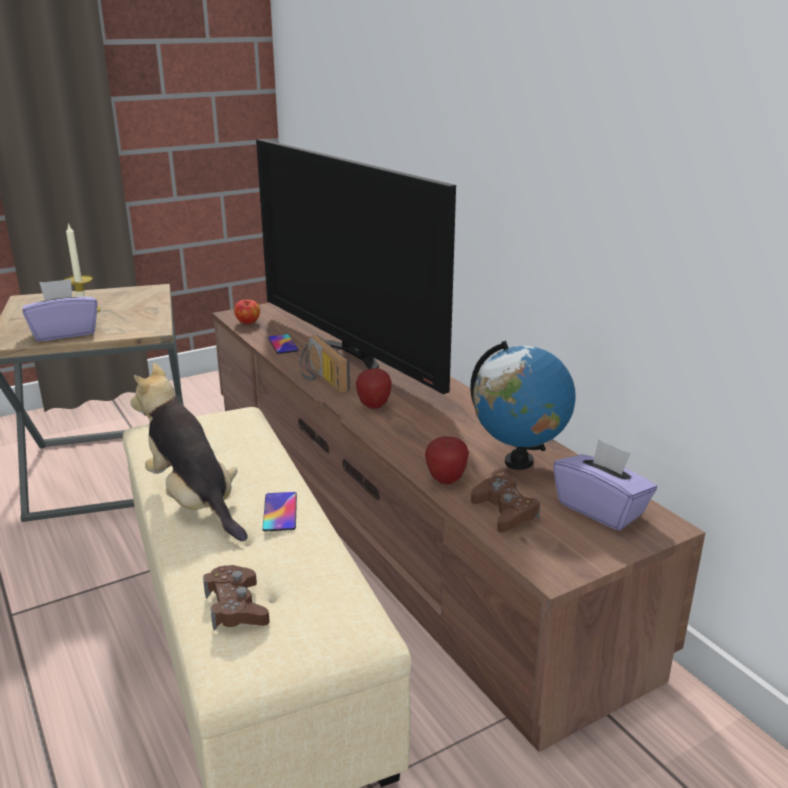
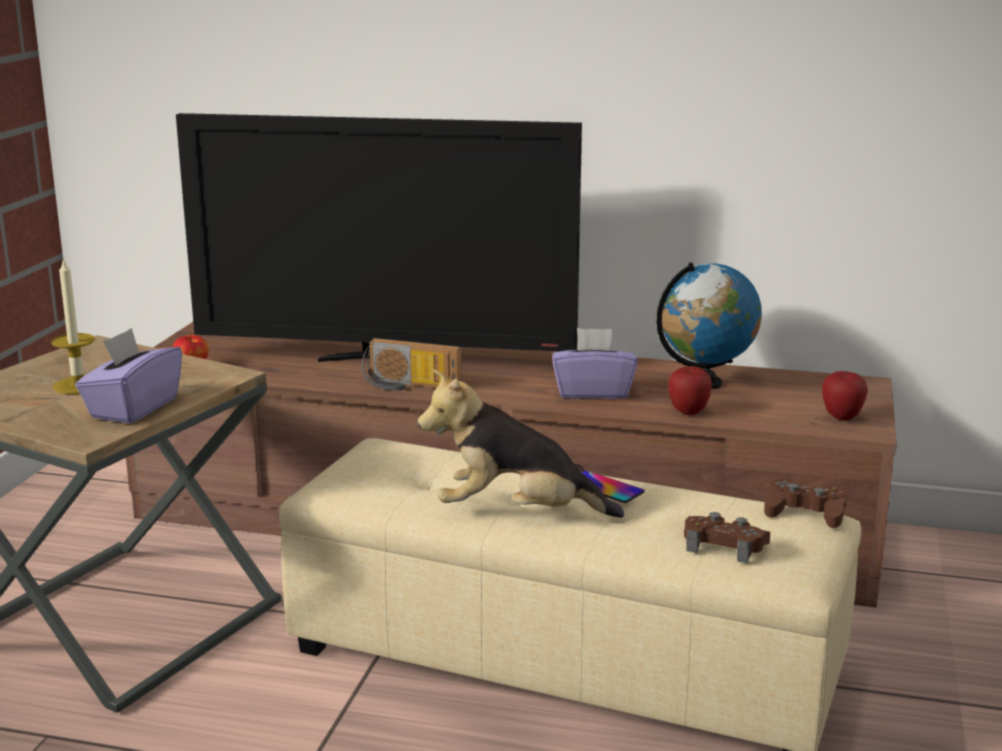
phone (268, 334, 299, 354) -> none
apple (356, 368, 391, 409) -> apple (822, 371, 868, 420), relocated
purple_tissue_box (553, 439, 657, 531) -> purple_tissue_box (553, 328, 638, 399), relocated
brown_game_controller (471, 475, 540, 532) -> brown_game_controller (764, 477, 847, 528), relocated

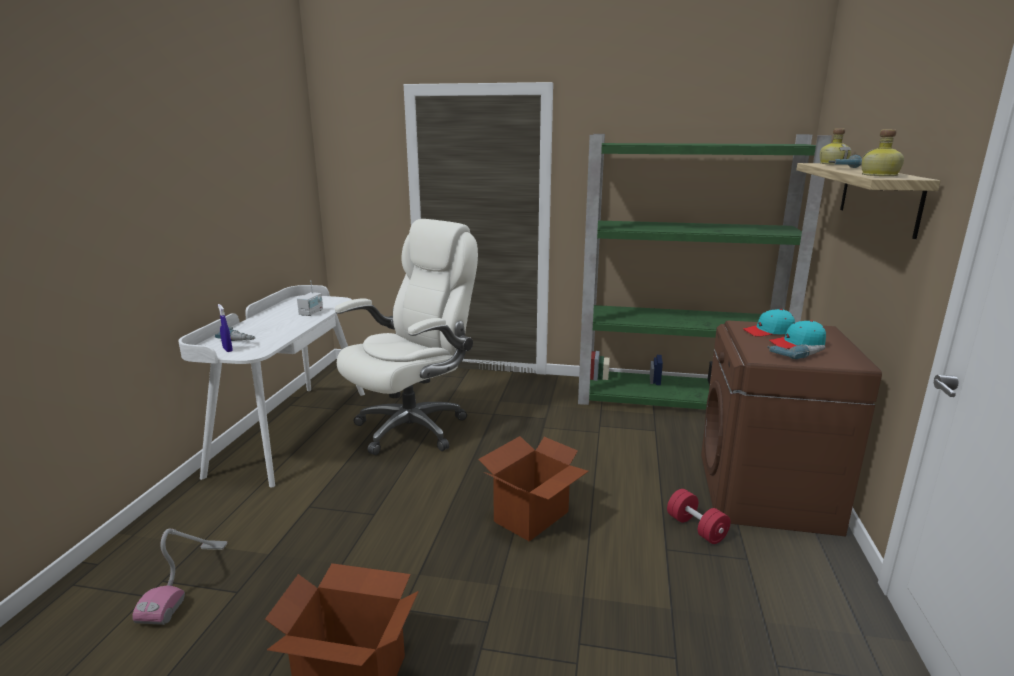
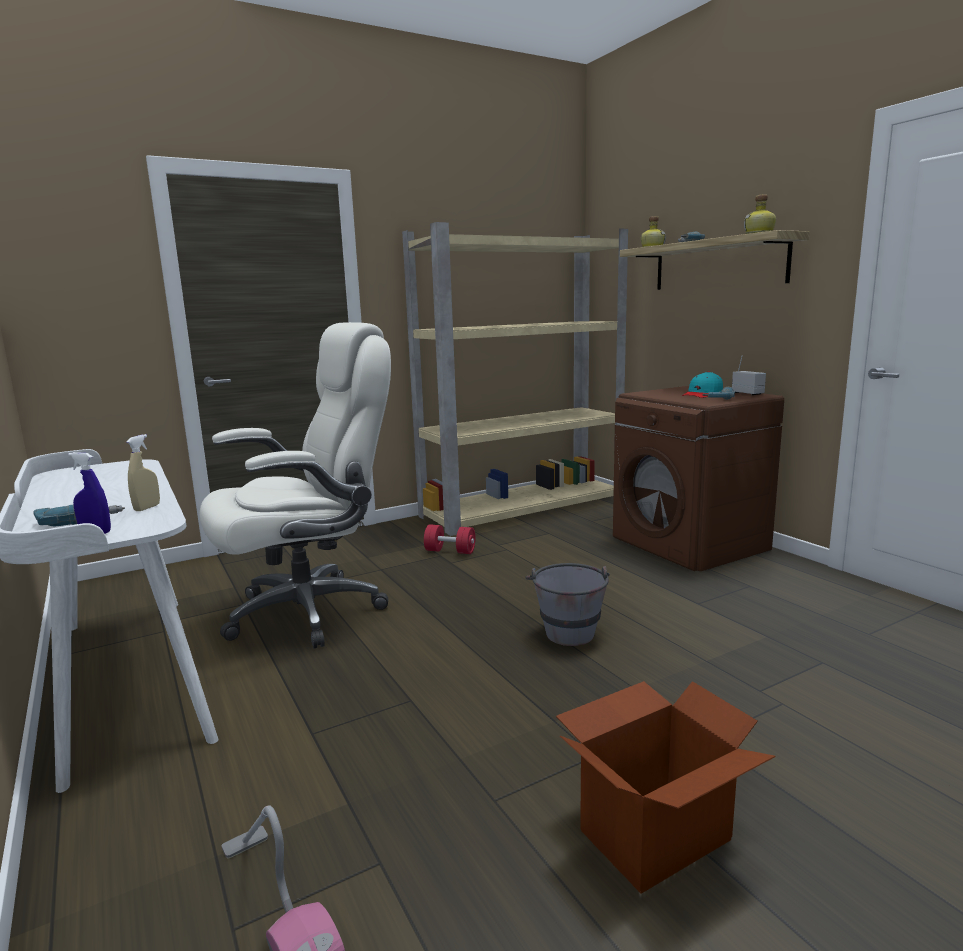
green_bookcase (578, 134, 832, 410) -> beige_bookcase (402, 222, 628, 536)
white_office_chair (335, 219, 478, 455) -> white_office_chair (200, 322, 391, 648), 60 degrees clockwise
radio (297, 280, 323, 316) -> radio (732, 355, 766, 395), relocated
turquoise_cap (743, 309, 795, 337) -> none
cardboard_box (478, 436, 589, 542) -> grey_bucket (525, 563, 610, 646)
red_dumbbell (667, 489, 731, 544) -> red_dumbbell (424, 524, 475, 554), relocated
none -> beige_spray_bottle (127, 434, 160, 511)

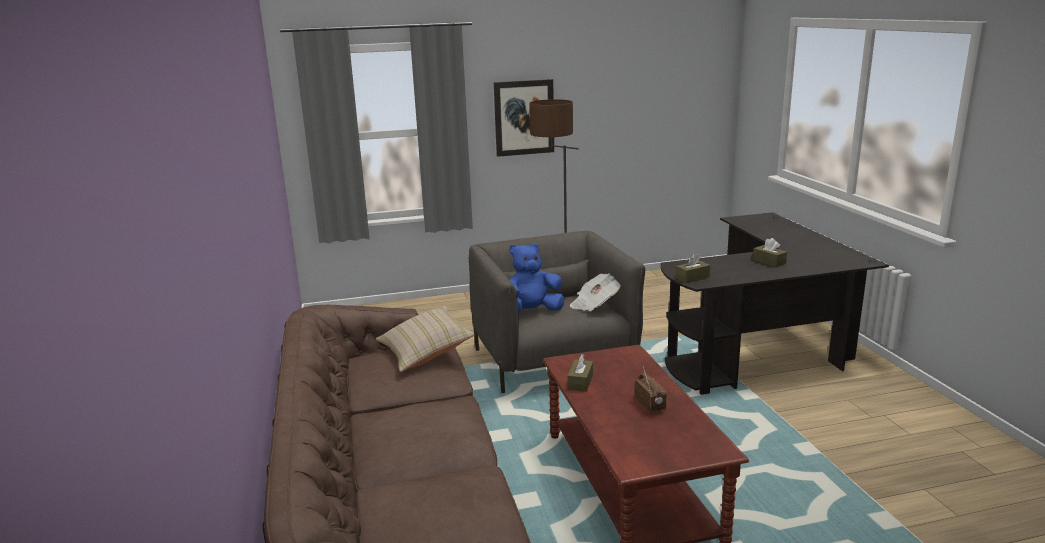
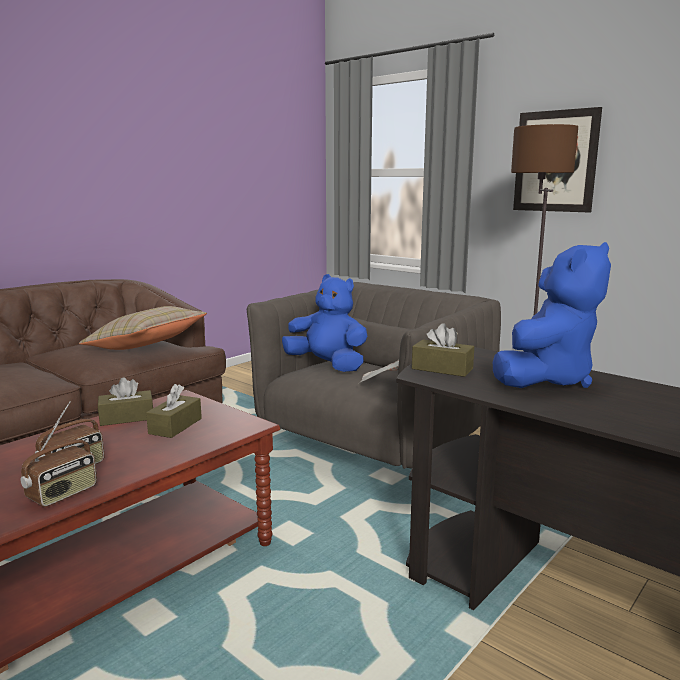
brown_tissue_box (753, 238, 787, 267) -> brown_tissue_box (146, 384, 202, 438), relocated
none -> blue_plush_toy (493, 242, 611, 388)
none -> radio (20, 421, 97, 507)

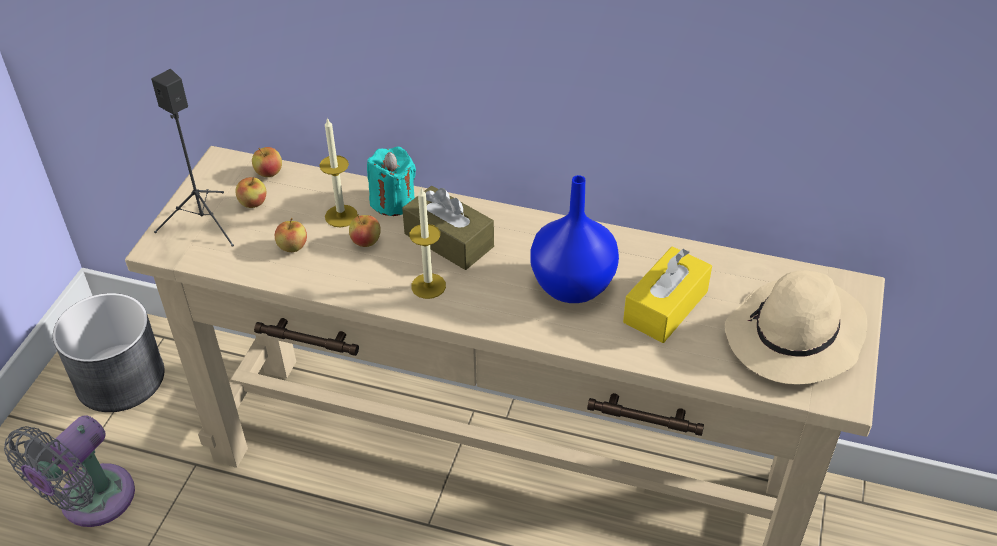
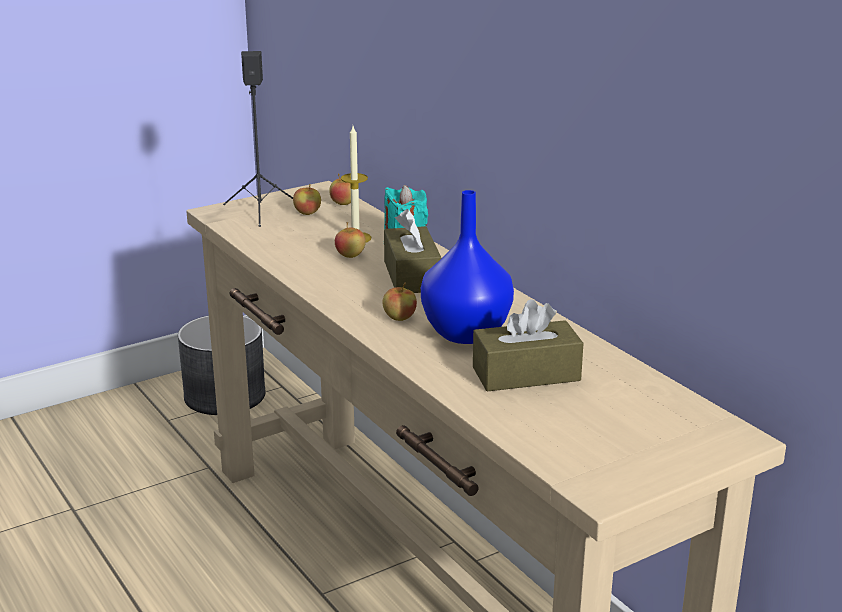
candle (410, 187, 446, 299) -> none
apple (275, 218, 307, 252) -> apple (382, 282, 417, 321), relocated
yellow_tissue_box (623, 246, 712, 343) -> brown_tissue_box (473, 299, 584, 391)
beige_hat (725, 270, 867, 384) -> none
grey_fan (4, 415, 135, 527) -> none

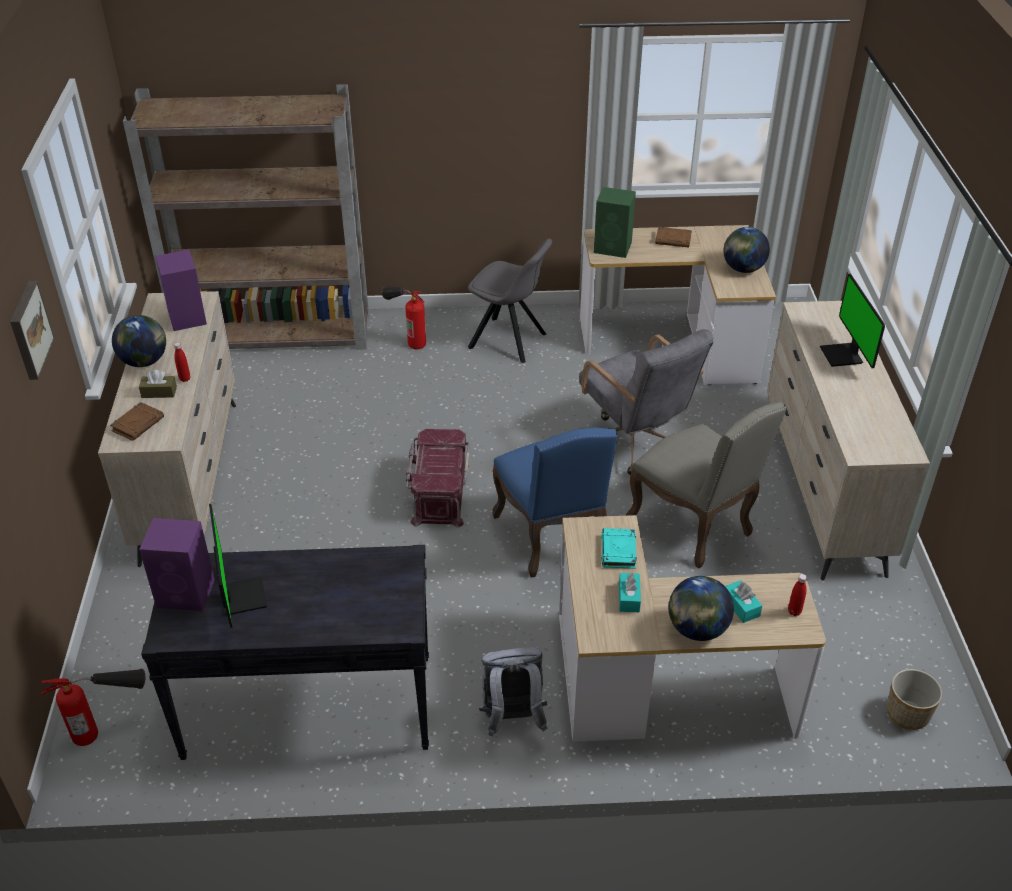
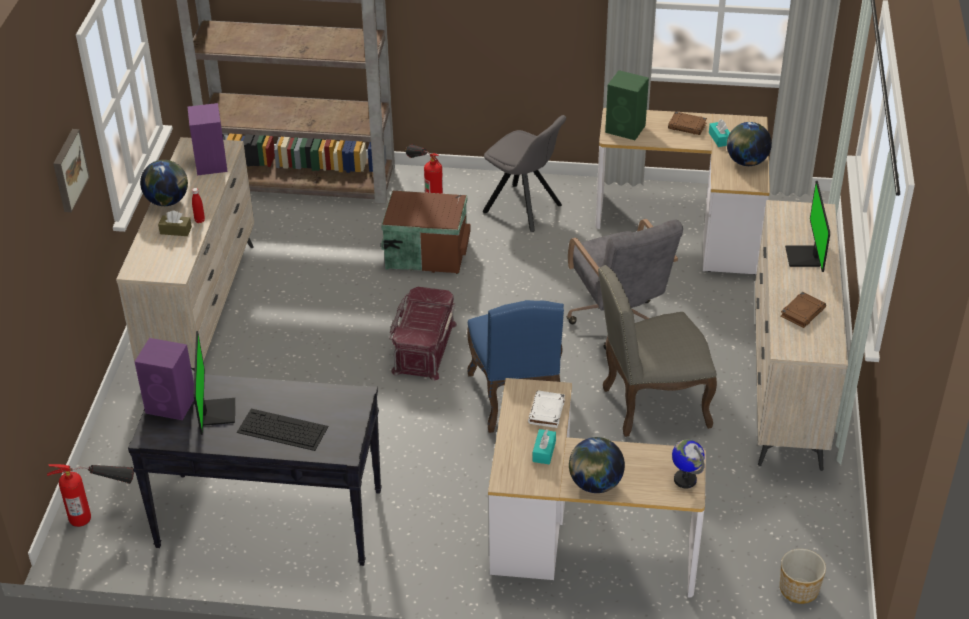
brown_book (110, 402, 164, 441) -> brown_book (780, 292, 826, 328), relocated
grey_chair (626, 402, 787, 569) -> grey_chair (598, 265, 717, 437), 105 degrees clockwise
turquoise_book (601, 528, 637, 569) -> white_book (528, 391, 565, 428)
red_bottle (788, 574, 807, 616) -> globe (672, 439, 705, 488)
turquoise_tissue_box (725, 580, 762, 623) -> turquoise_tissue_box (709, 119, 730, 147), relocated
grey_backpack (479, 647, 547, 737) -> none
none -> brown_storage_box (381, 190, 471, 274)
none -> keyboard (237, 409, 328, 451)

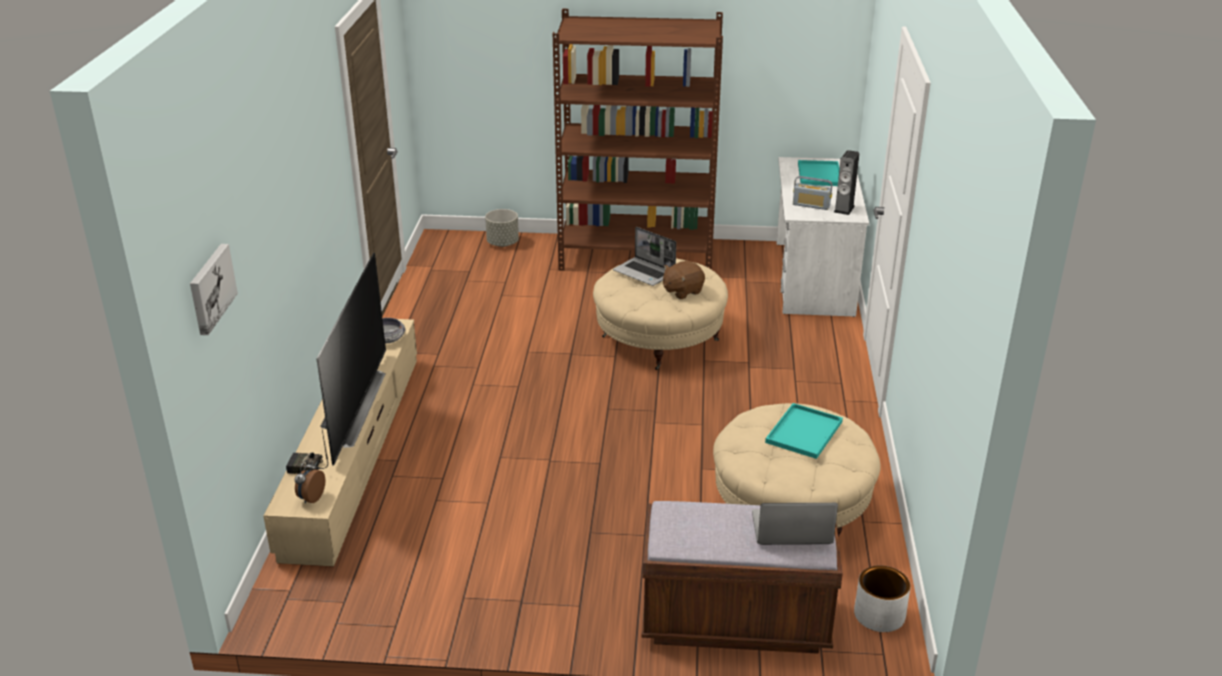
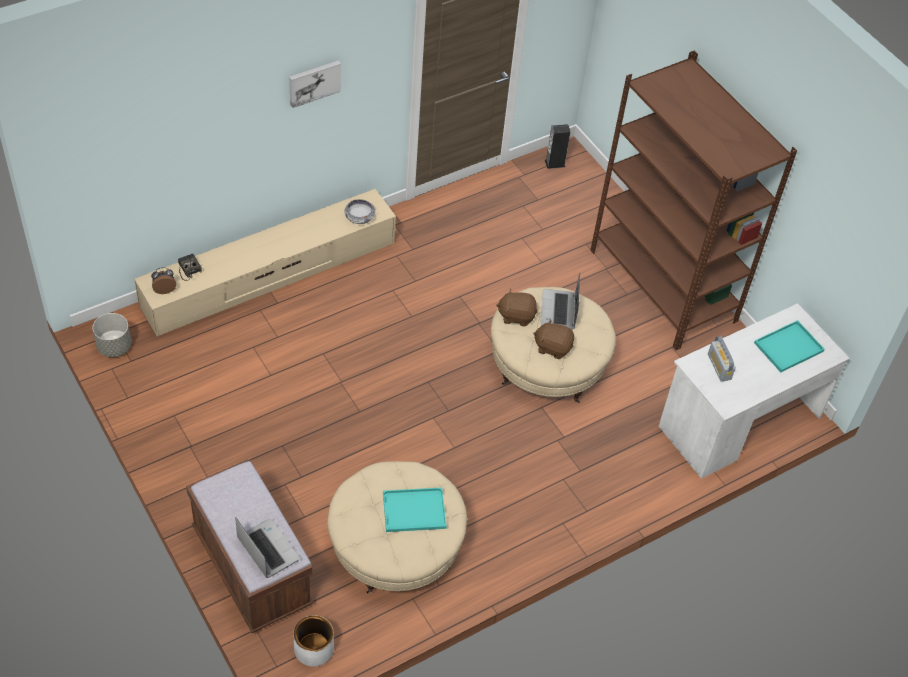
speaker (834, 150, 859, 215) -> speaker (545, 124, 570, 169), relocated
grey_planter (485, 209, 519, 247) -> grey_planter (92, 313, 131, 357), relocated
picture (190, 244, 238, 335) -> picture (289, 61, 341, 108), relocated
television (316, 253, 386, 466) -> none
none -> brown_plush_toy (496, 288, 537, 326)

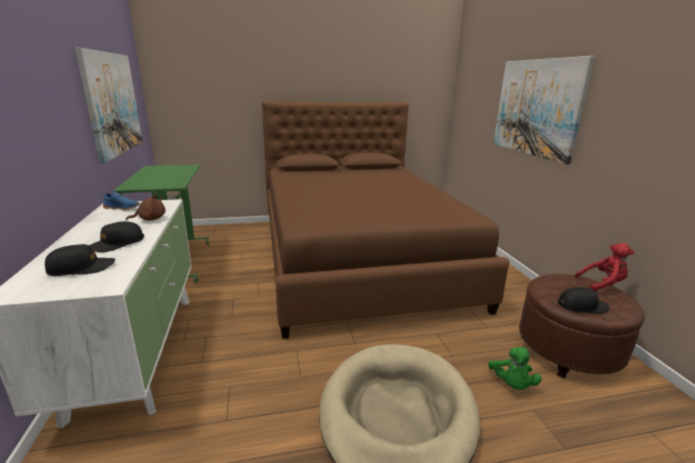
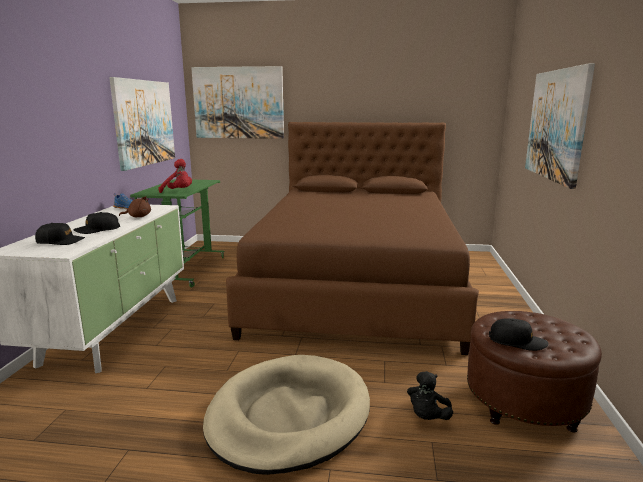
red_plush_toy (575, 243, 634, 291) -> red_plush_toy (158, 159, 192, 193), relocated
green_plush_toy (488, 347, 542, 390) -> black_plush_toy (407, 371, 453, 420)
none -> picture (191, 66, 284, 139)

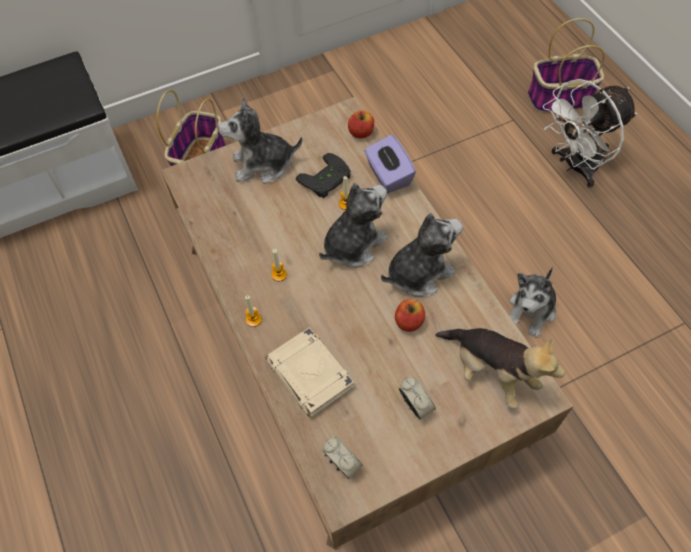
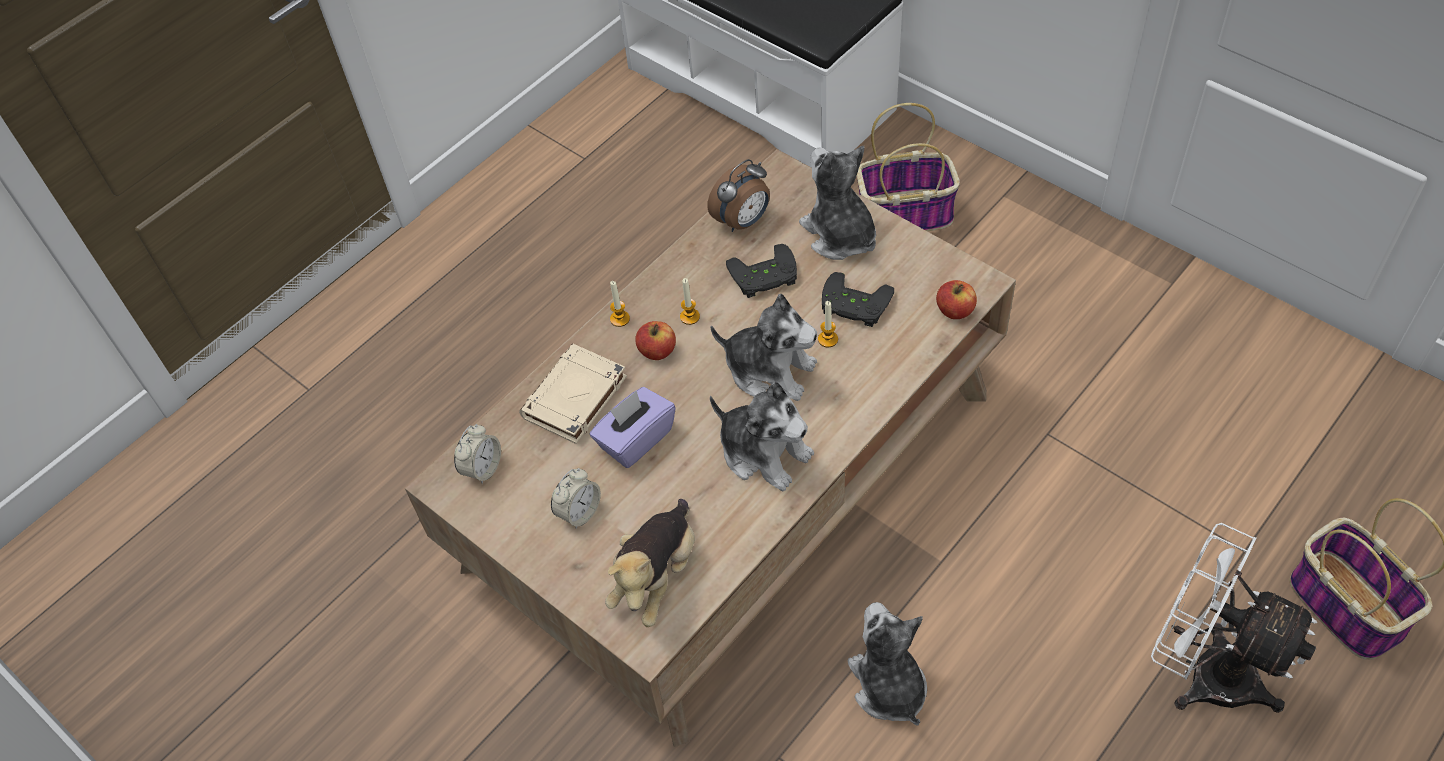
purple_tissue_box (364, 135, 416, 193) -> purple_tissue_box (590, 387, 676, 468), relocated
plush_toy (509, 267, 556, 338) -> plush_toy (848, 602, 927, 725), 60 degrees clockwise
apple (395, 299, 425, 332) -> apple (635, 321, 676, 360), relocated
none -> alarm_clock (707, 159, 770, 232)
none -> black_game_controller (726, 244, 797, 298)

